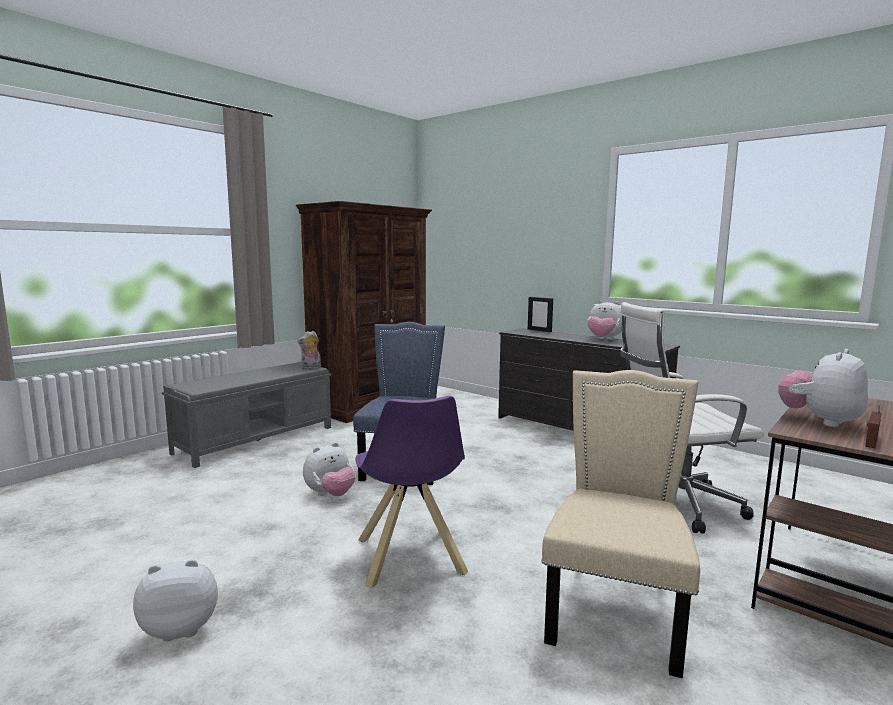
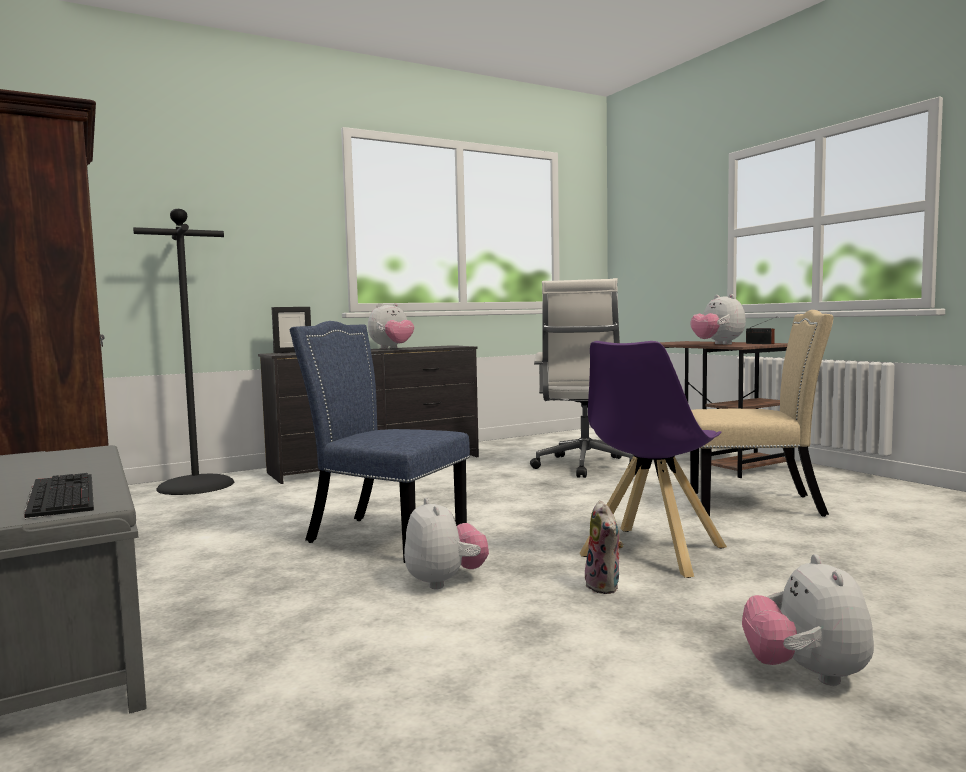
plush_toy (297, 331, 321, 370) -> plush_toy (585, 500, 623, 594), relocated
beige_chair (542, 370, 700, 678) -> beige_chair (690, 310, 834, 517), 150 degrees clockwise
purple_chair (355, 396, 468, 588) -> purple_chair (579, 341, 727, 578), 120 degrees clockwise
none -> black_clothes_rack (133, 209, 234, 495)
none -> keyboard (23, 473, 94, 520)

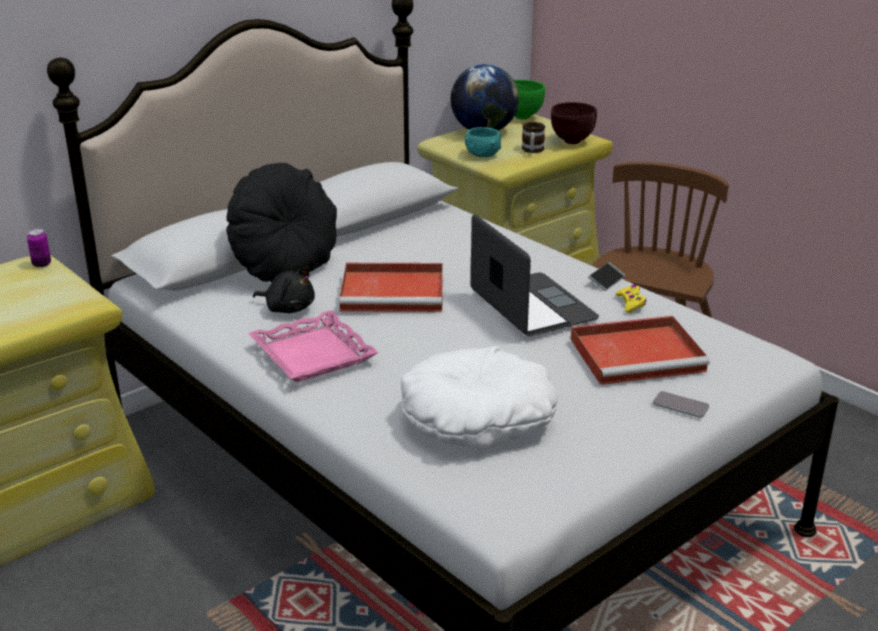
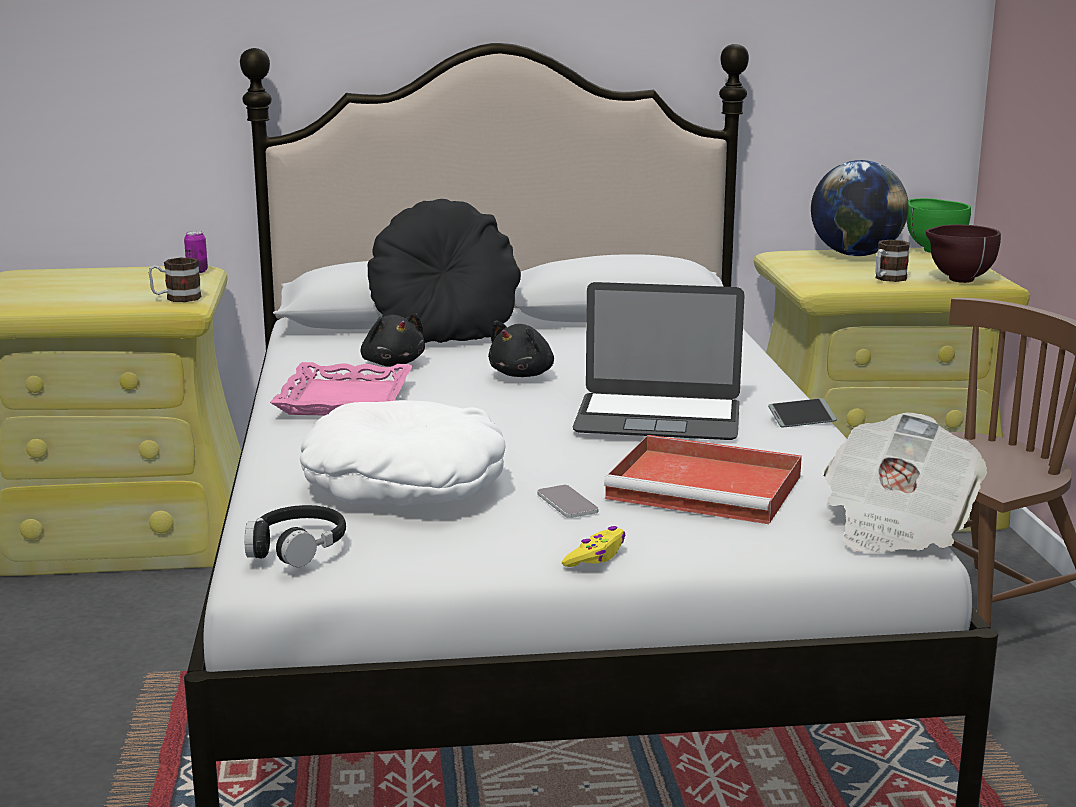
turquoise_bowl (465, 127, 501, 157) -> none
laptop (471, 214, 599, 336) -> laptop (573, 282, 745, 440), 90 degrees clockwise
red_tray (339, 263, 443, 312) -> black_plush_toy (488, 321, 554, 377)
yellow_game_controller (616, 284, 646, 313) -> yellow_game_controller (562, 526, 625, 567), relocated
phone (653, 391, 709, 418) -> phone (537, 485, 599, 518), relocated
none -> mug (149, 258, 202, 302)
none -> newspaper (823, 412, 987, 553)
none -> black_headphones (245, 505, 346, 567)

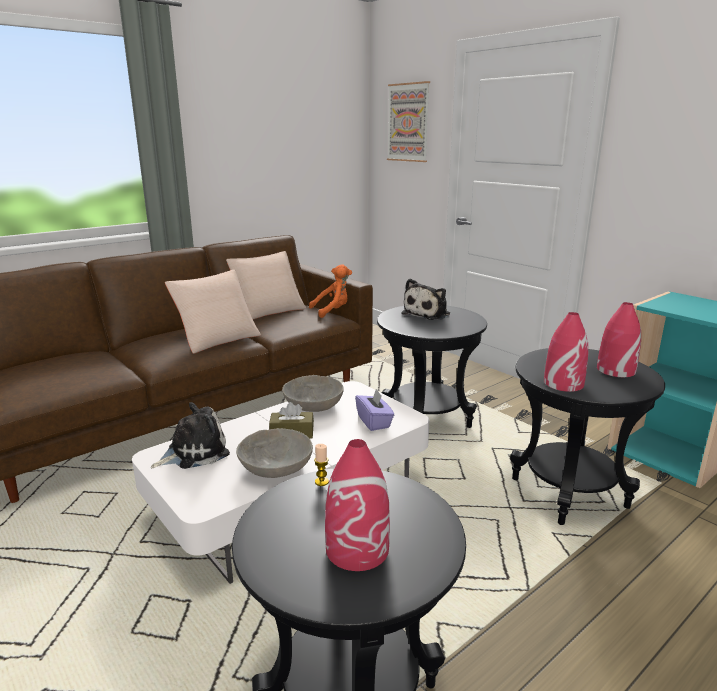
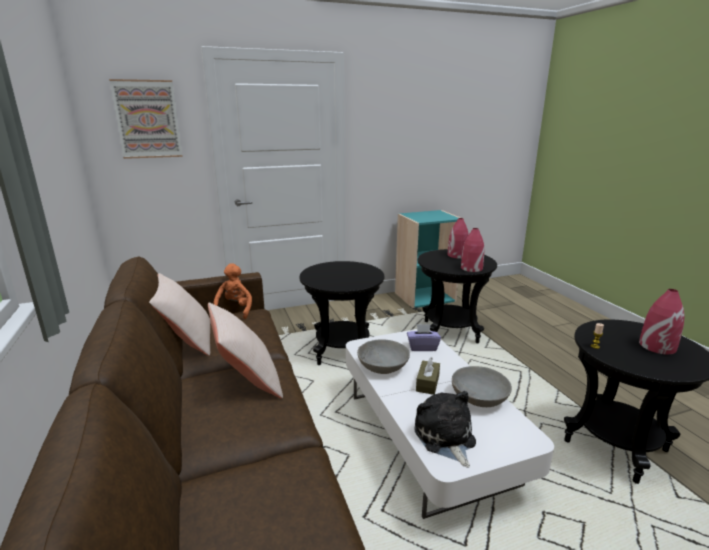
plush_toy (401, 278, 450, 320) -> none

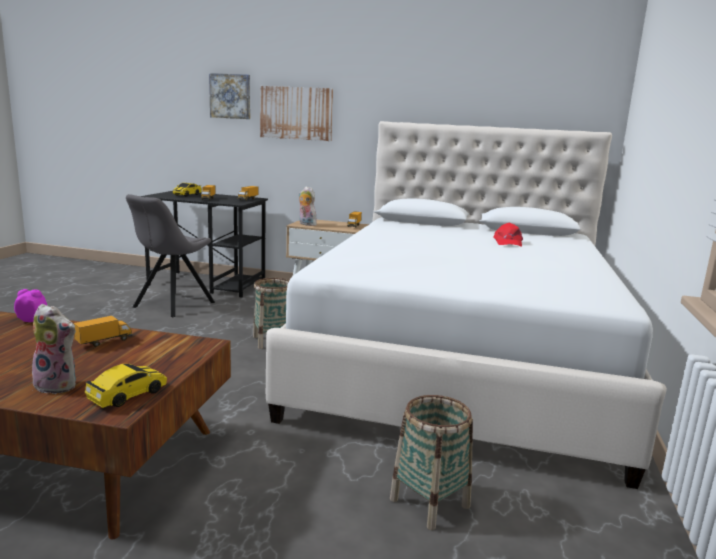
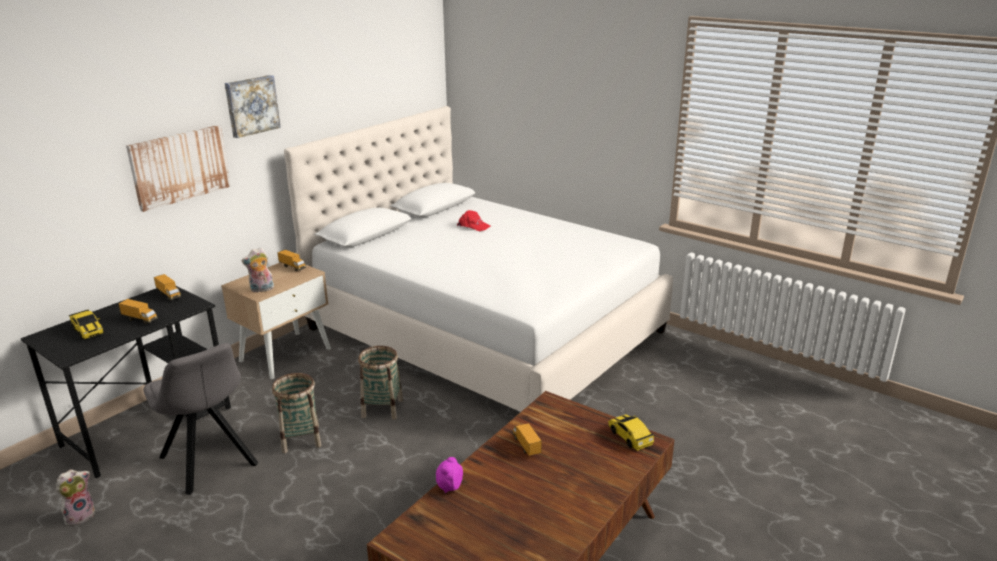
picture (209, 73, 250, 119) -> picture (225, 75, 281, 138), relocated
plush_toy (32, 304, 76, 394) -> plush_toy (56, 469, 95, 526), relocated
basket (390, 395, 473, 530) -> basket (272, 373, 321, 453), relocated

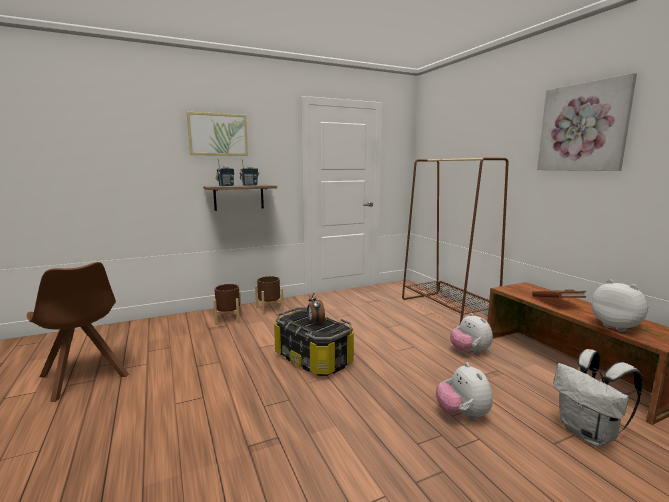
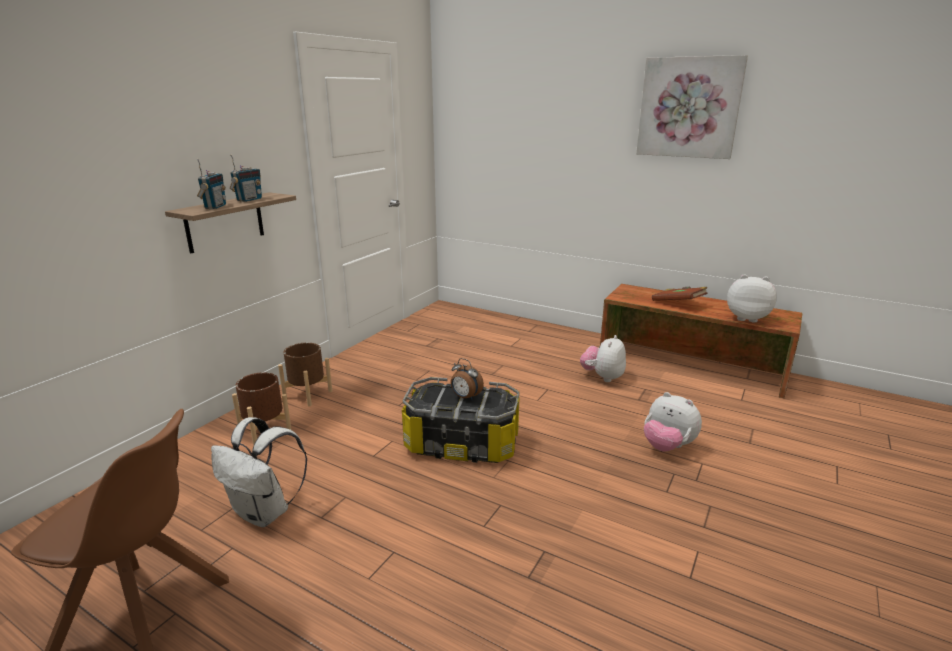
picture (187, 112, 248, 156) -> none
brown_clothes_rack (402, 157, 509, 326) -> none
plush_toy (450, 313, 493, 354) -> plush_toy (580, 335, 626, 382), 90 degrees clockwise
white_backpack (553, 349, 643, 446) -> white_backpack (211, 417, 307, 527), relocated

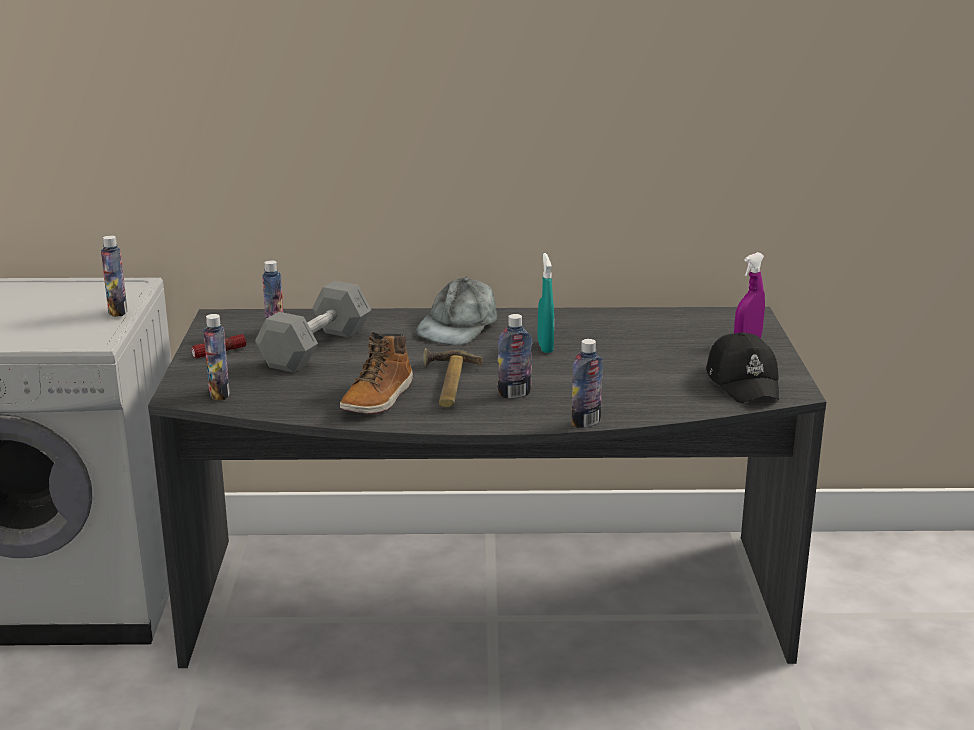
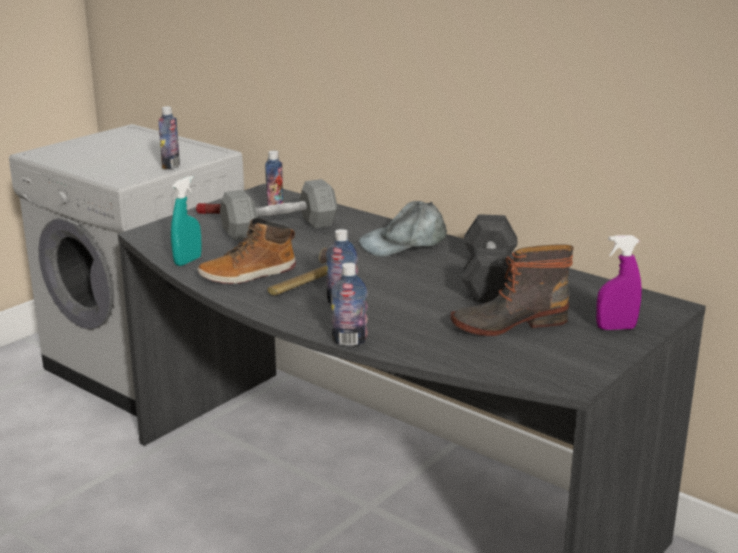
turquoise_spray_bottle (538, 253, 554, 353) -> turquoise_spray_bottle (171, 176, 202, 266), relocated
bottle (203, 314, 230, 400) -> none
black_cap (706, 332, 779, 403) -> none
none -> grey_dumbbell (461, 214, 518, 303)
none -> boot (450, 244, 574, 336)

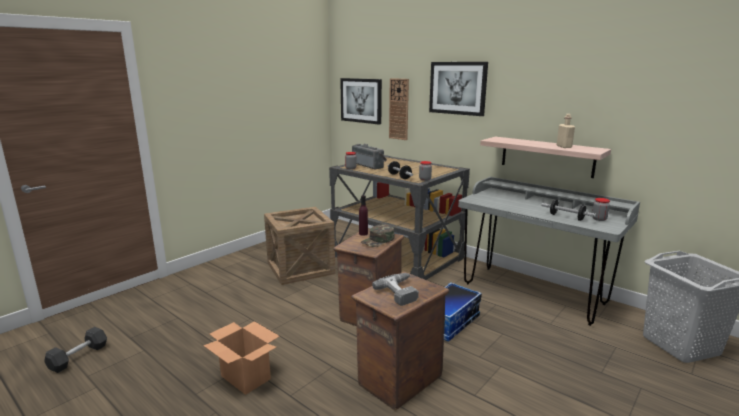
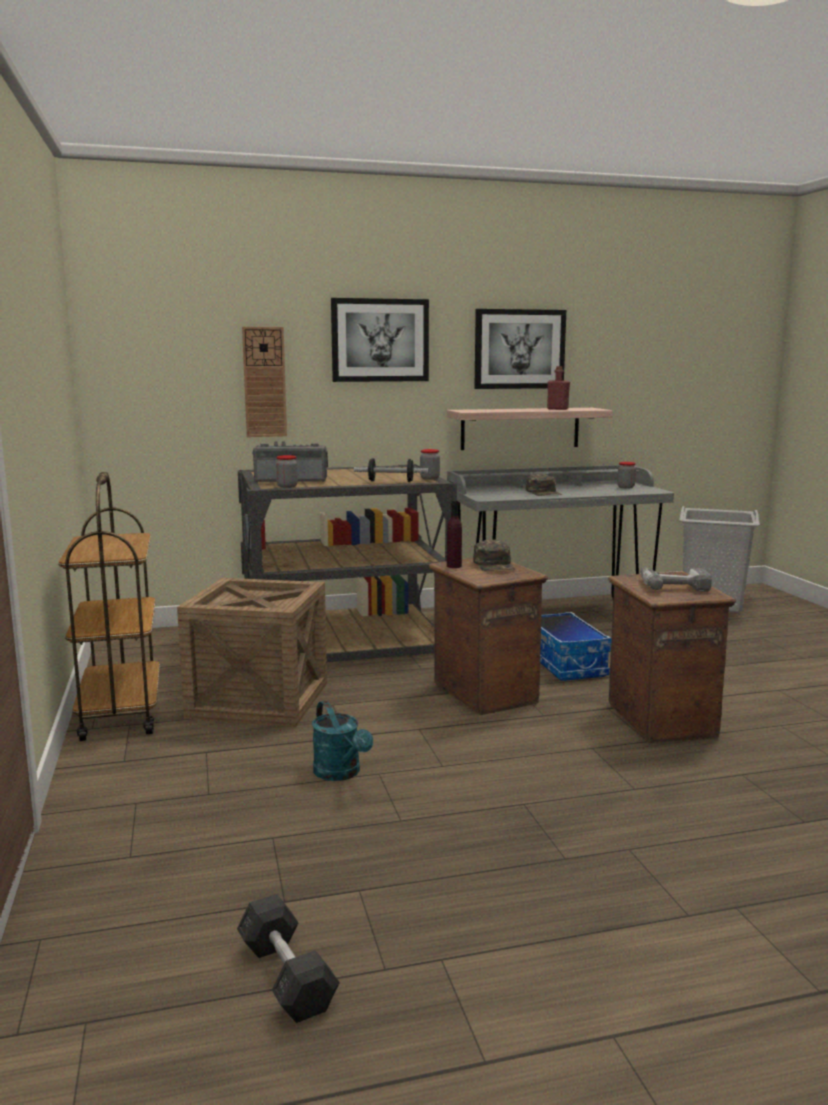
picture (340, 78, 382, 125) -> picture (474, 309, 566, 389), relocated
beige_bottle (557, 114, 575, 148) -> red_bottle (547, 366, 570, 410)
dumbbell (541, 199, 596, 221) -> none
cardboard_box (203, 321, 280, 395) -> none
none -> brown_cart (58, 472, 160, 741)
none -> green_cap (526, 474, 562, 496)
none -> turquoise_watering_can (312, 701, 373, 781)

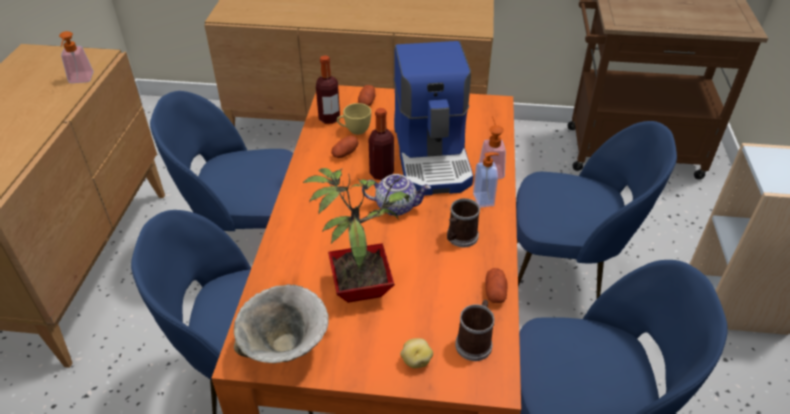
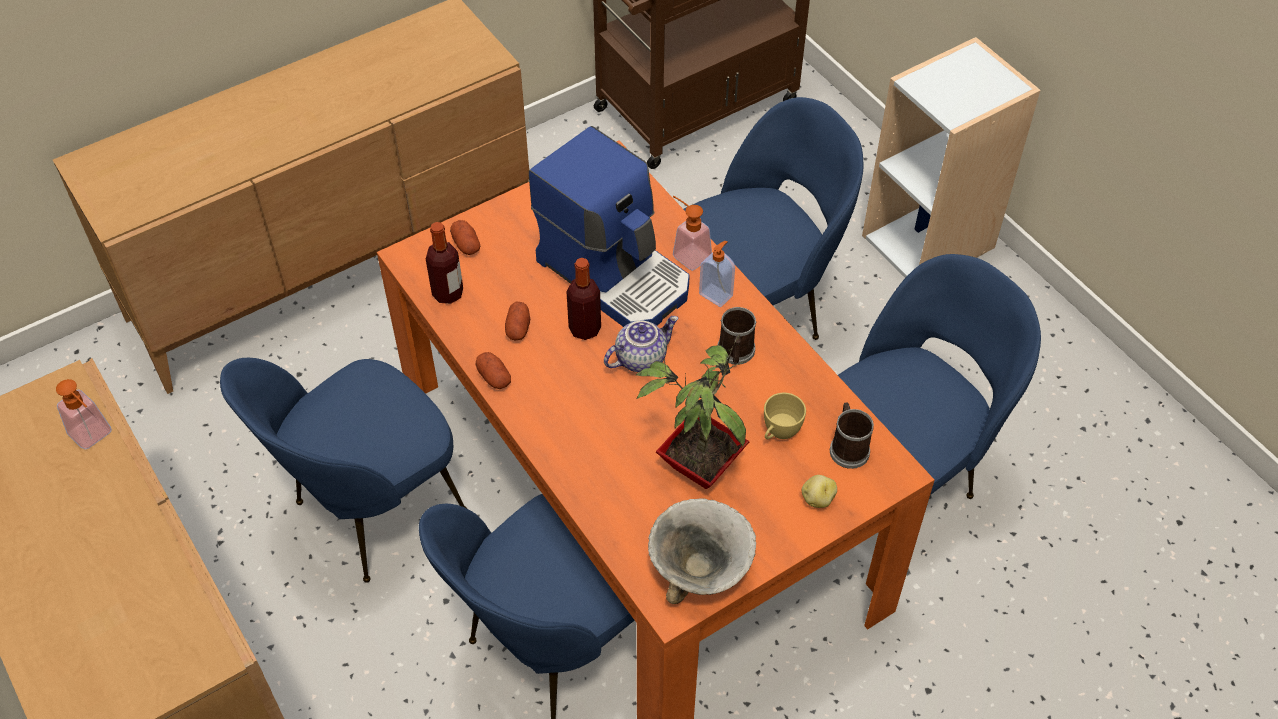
yellow_cup (337, 103, 371, 135) -> yellow_cup (764, 393, 806, 439), relocated
potato (485, 268, 508, 303) -> potato (476, 352, 511, 389), relocated

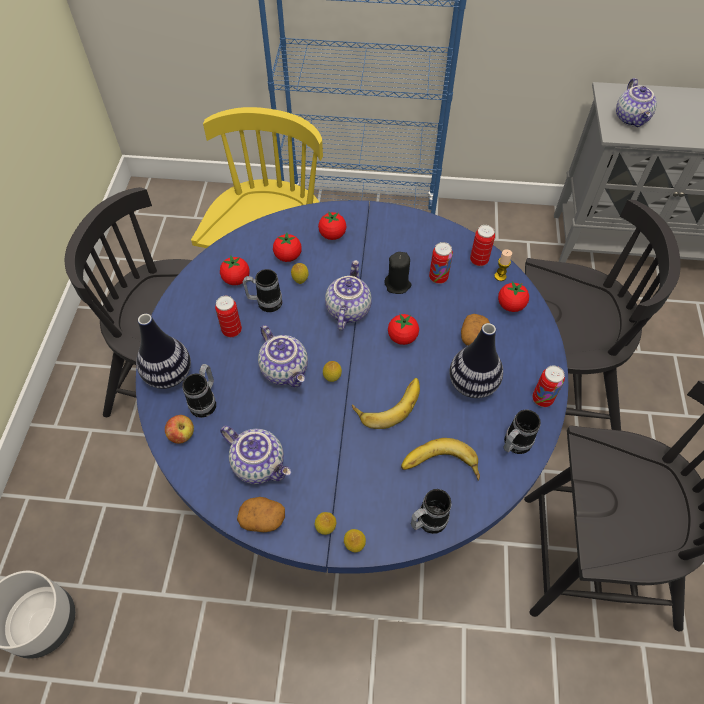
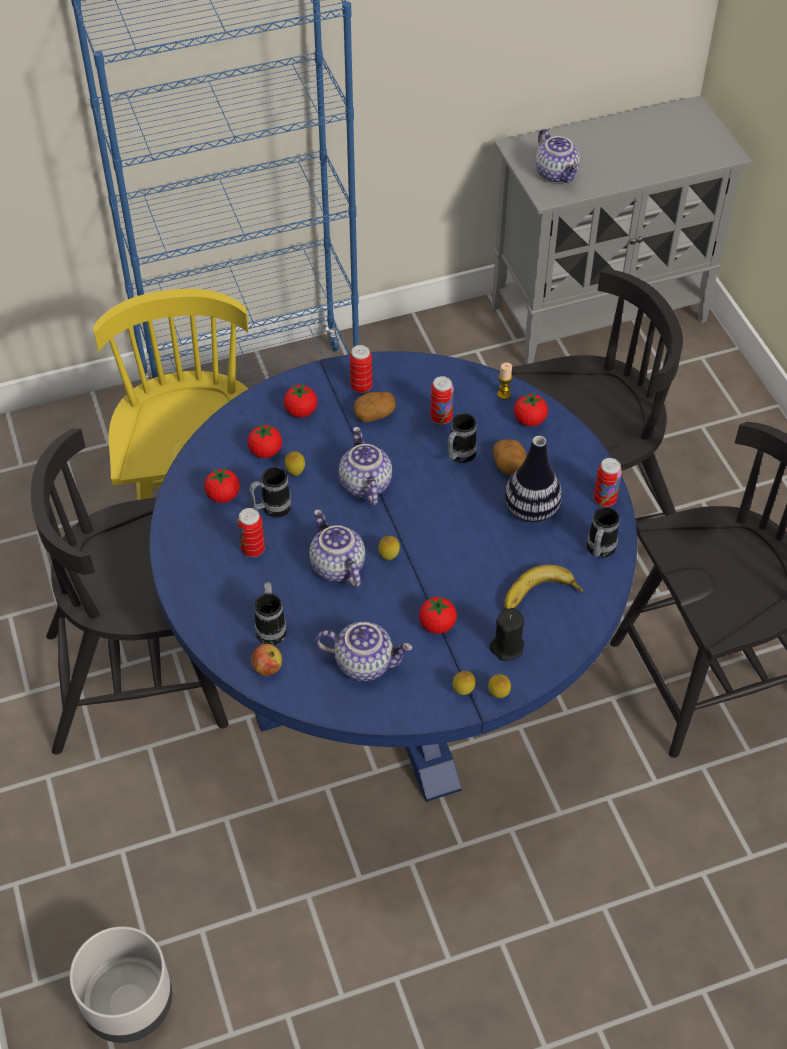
can (470, 225, 495, 266) -> can (350, 345, 372, 393), relocated
black_candle (384, 252, 411, 294) -> black_candle (490, 608, 524, 661), relocated
vase (136, 314, 191, 389) -> none
tomato (388, 314, 419, 345) -> tomato (419, 596, 457, 634), relocated
teapot (258, 325, 308, 387) -> teapot (309, 509, 365, 588), 150 degrees counterclockwise
banana (352, 378, 420, 429) -> none
mug (411, 489, 452, 534) -> mug (447, 413, 477, 463), relocated
potato (237, 497, 285, 532) -> potato (353, 392, 396, 422), relocated

